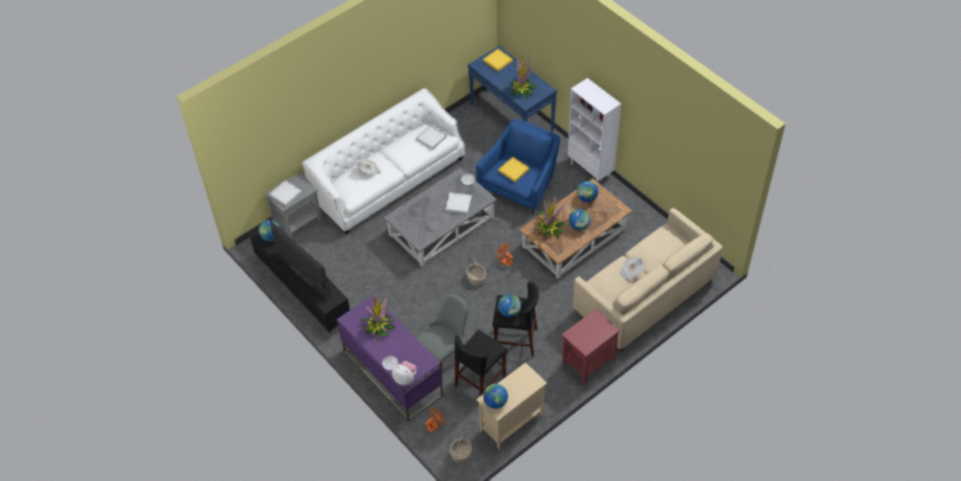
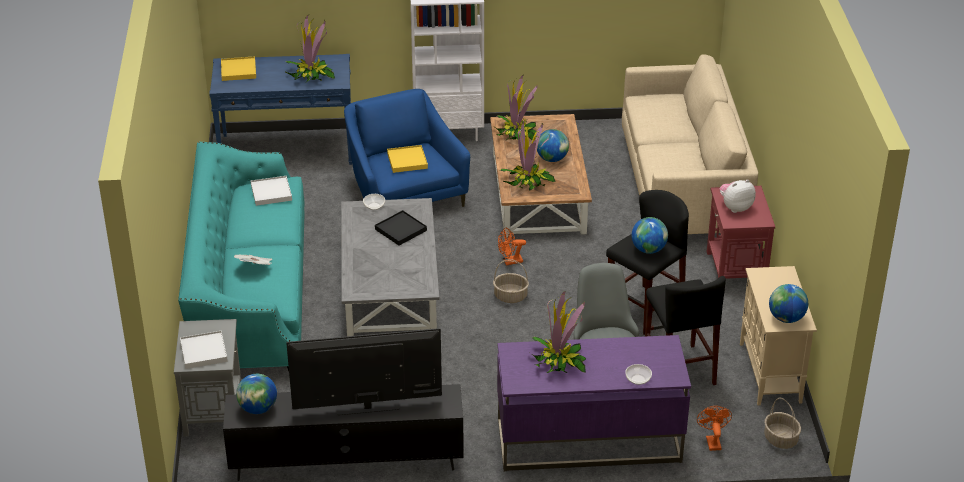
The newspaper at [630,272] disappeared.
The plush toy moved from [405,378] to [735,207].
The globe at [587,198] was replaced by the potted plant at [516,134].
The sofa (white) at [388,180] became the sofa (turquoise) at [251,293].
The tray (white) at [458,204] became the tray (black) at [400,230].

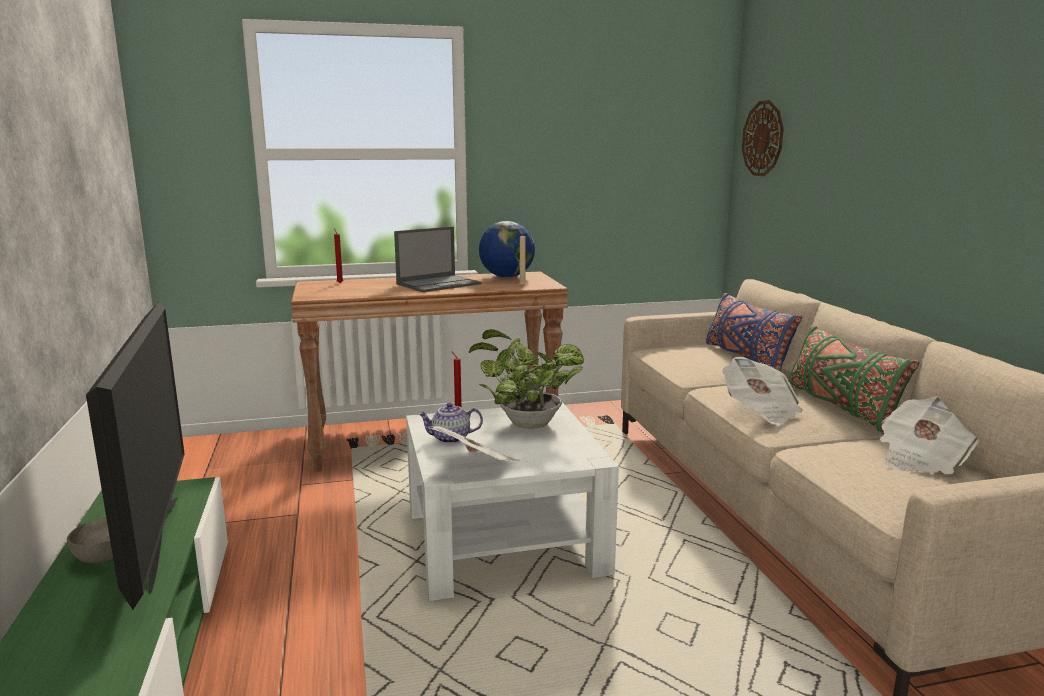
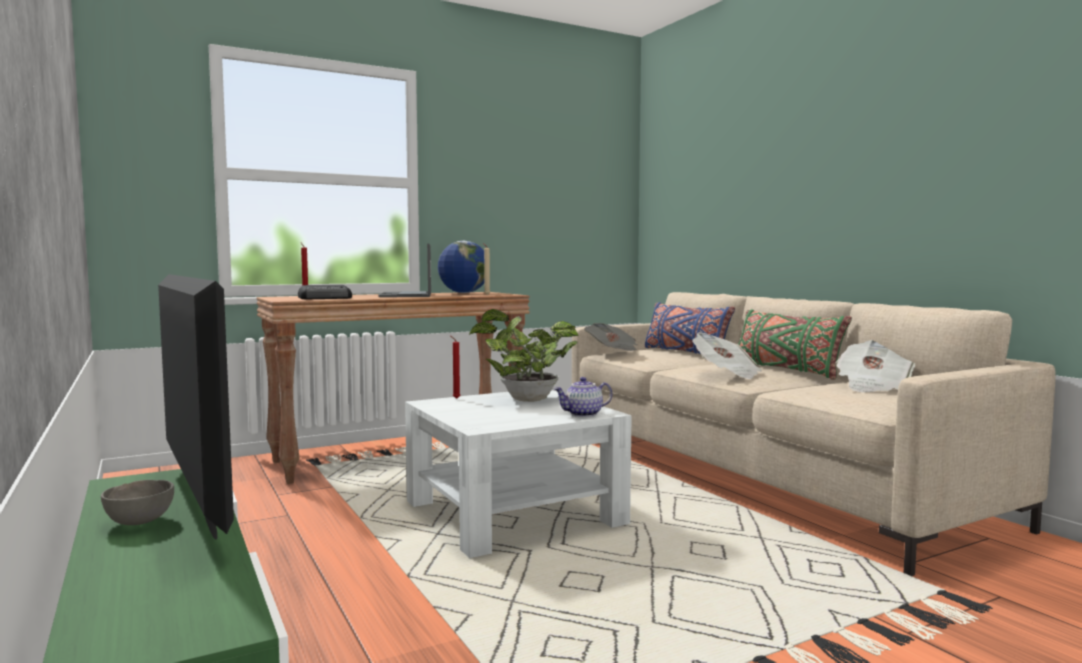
The wall clock at [763,138] disappeared.
The radio at [326,298] appeared.
The teapot moved from [450,439] to [583,414].
The newspaper moved from [476,466] to [613,352].
The laptop at [439,284] turned 135 degrees clockwise.

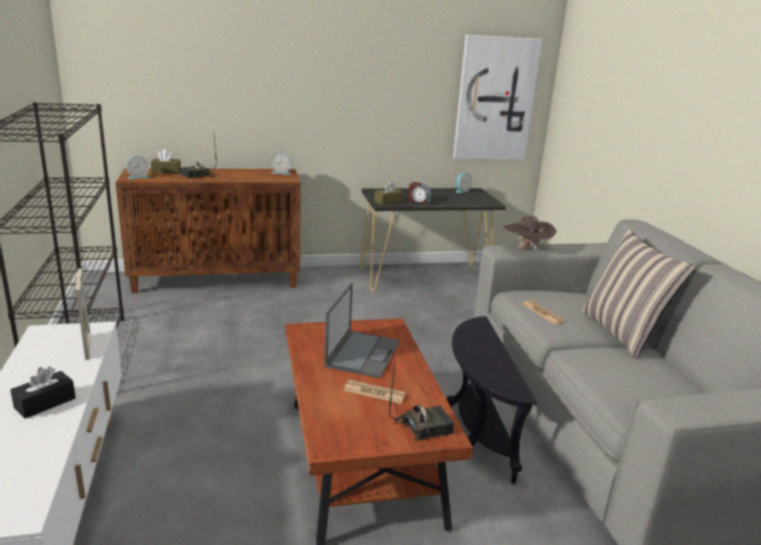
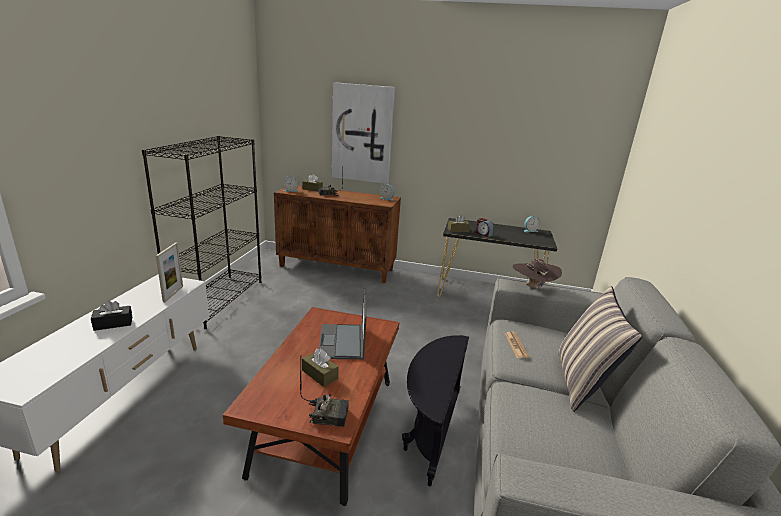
The picture moved from [495,99] to [362,134].
The newspaper at [374,392] was replaced by the tissue box (brown) at [320,374].
The laptop at [363,353] turned 135 degrees clockwise.

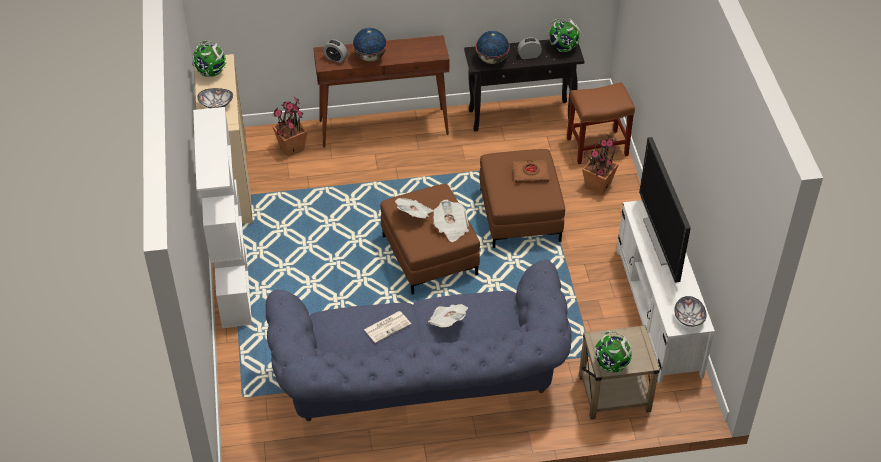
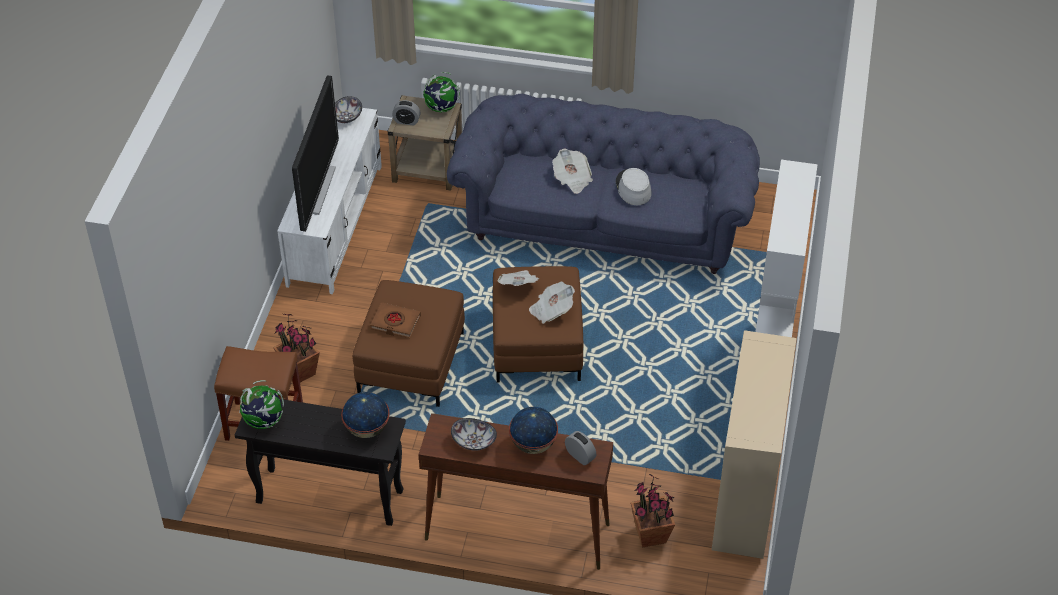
The globe at [211,72] disappeared.
The bowl moved from [216,105] to [474,441].
The alarm clock moved from [529,56] to [406,121].
The newspaper at [387,326] was replaced by the hat (grey) at [633,188].

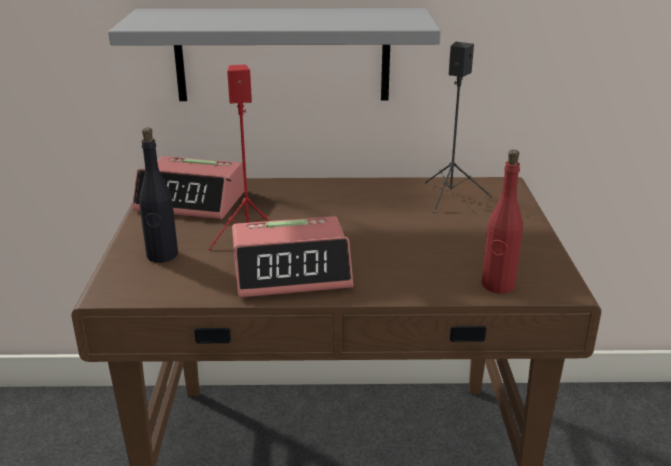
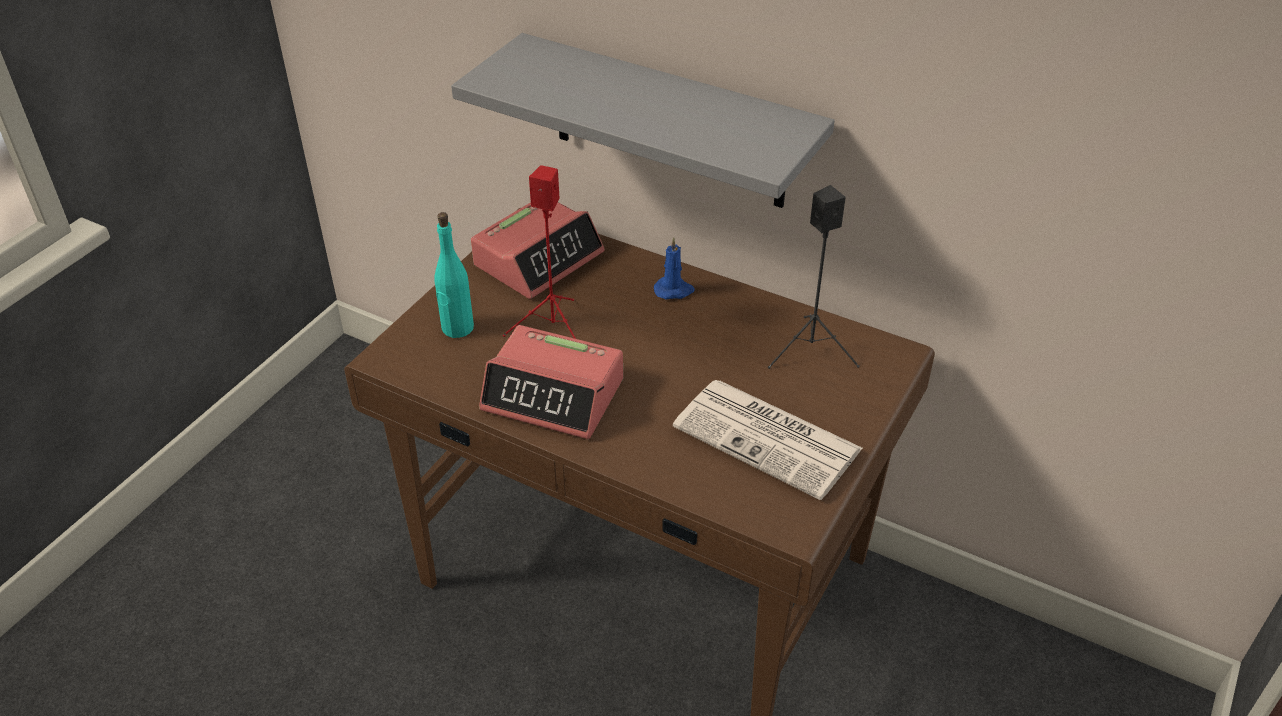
The bottle (red) at [498,285] disappeared.
The candle (blue) at [674,290] appeared.
The newspaper at [770,439] appeared.
The bottle (black) at [162,255] became the bottle (turquoise) at [457,328].
The alarm clock at [192,201] turned 90 degrees counterclockwise.

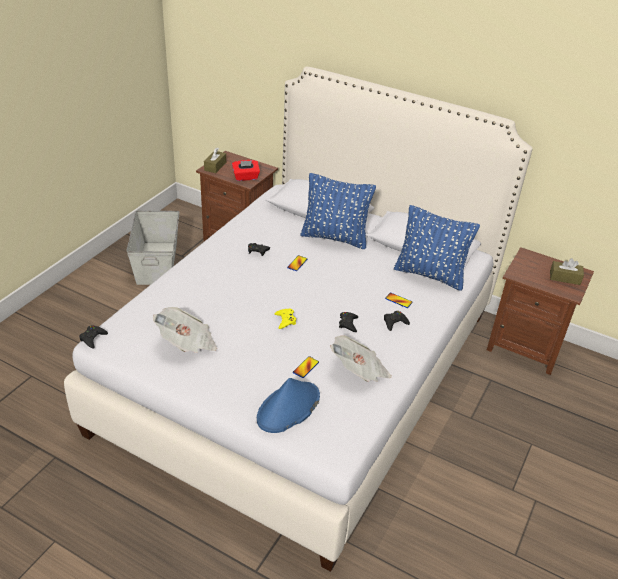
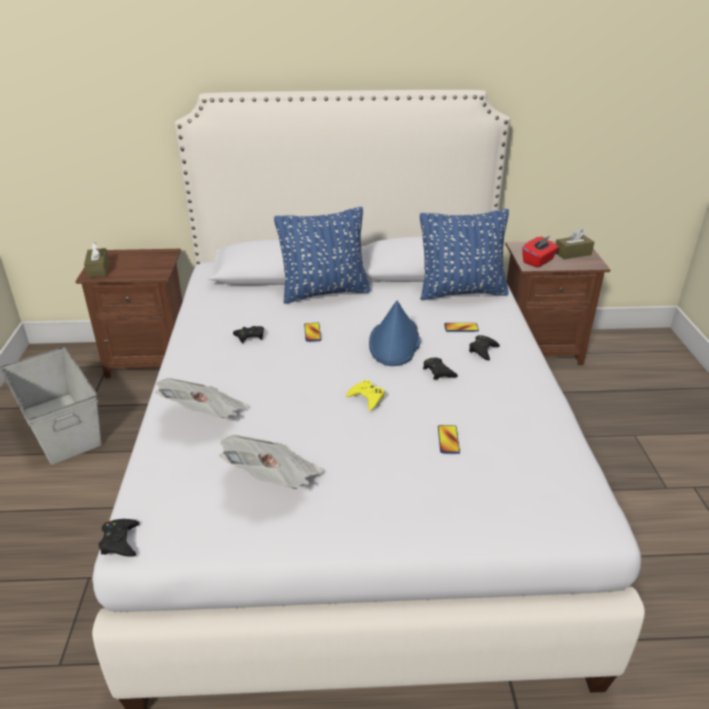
The tissue box (red) moved from [246,177] to [538,261].
The hat (blue) moved from [288,408] to [394,342].
The newspaper moved from [359,371] to [206,416].

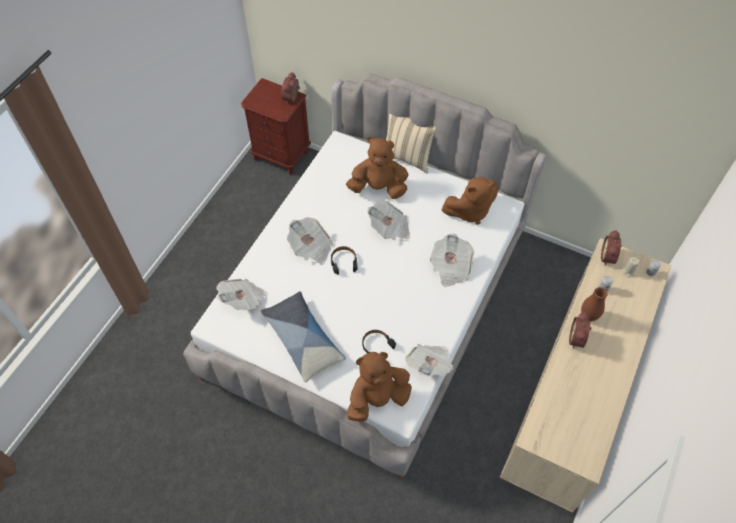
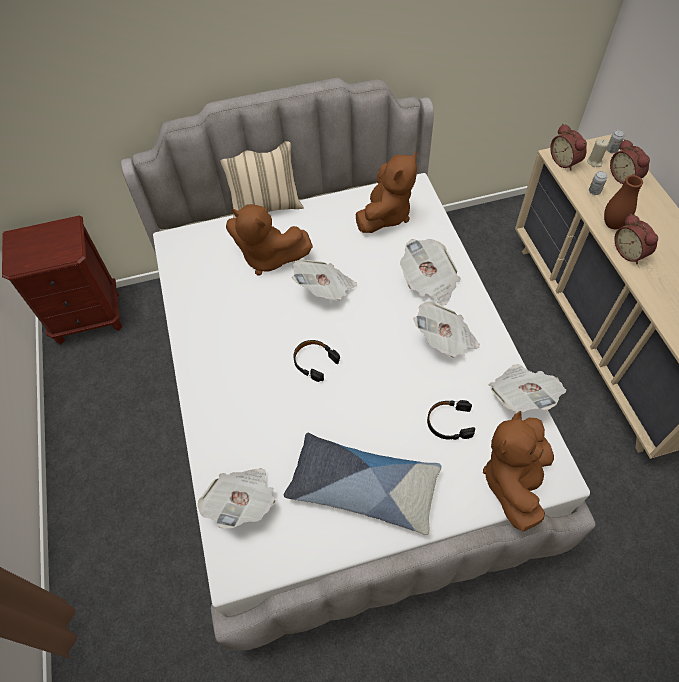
The alarm clock moved from [292,98] to [624,177].
The newspaper moved from [311,248] to [445,340].
The plush toy (brown) at [378,188] turned 120 degrees counterclockwise.

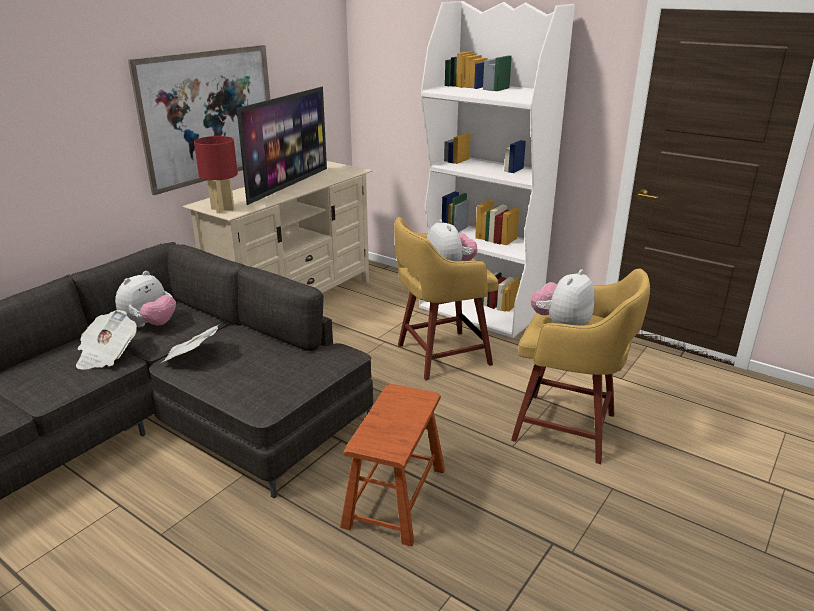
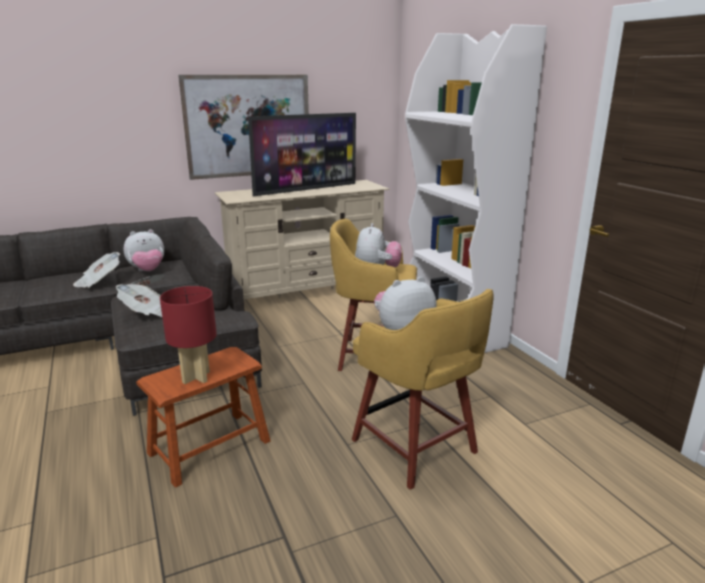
The newspaper at [147,314] appeared.
The table lamp (red) moved from [222,209] to [195,377].

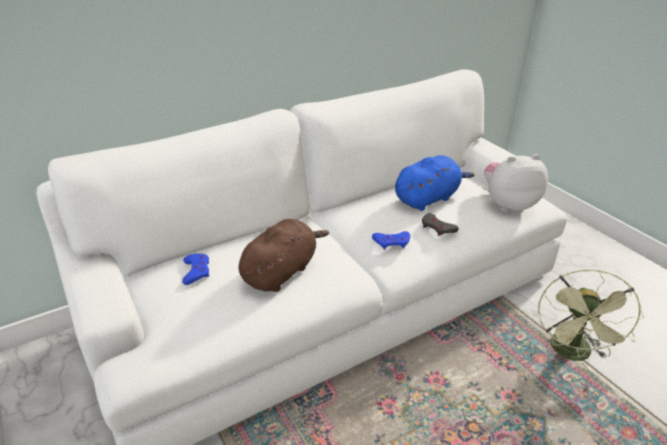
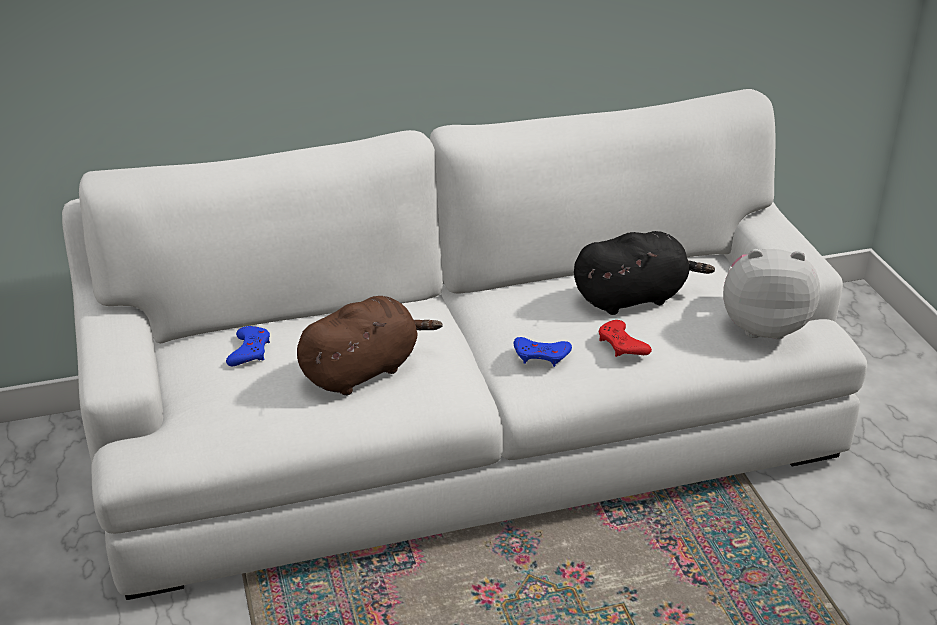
The fan (green) at [573,354] disappeared.
The plush toy (blue) at [428,198] became the plush toy (black) at [633,297].
The game controller (grey) at [437,228] became the game controller (red) at [622,344].

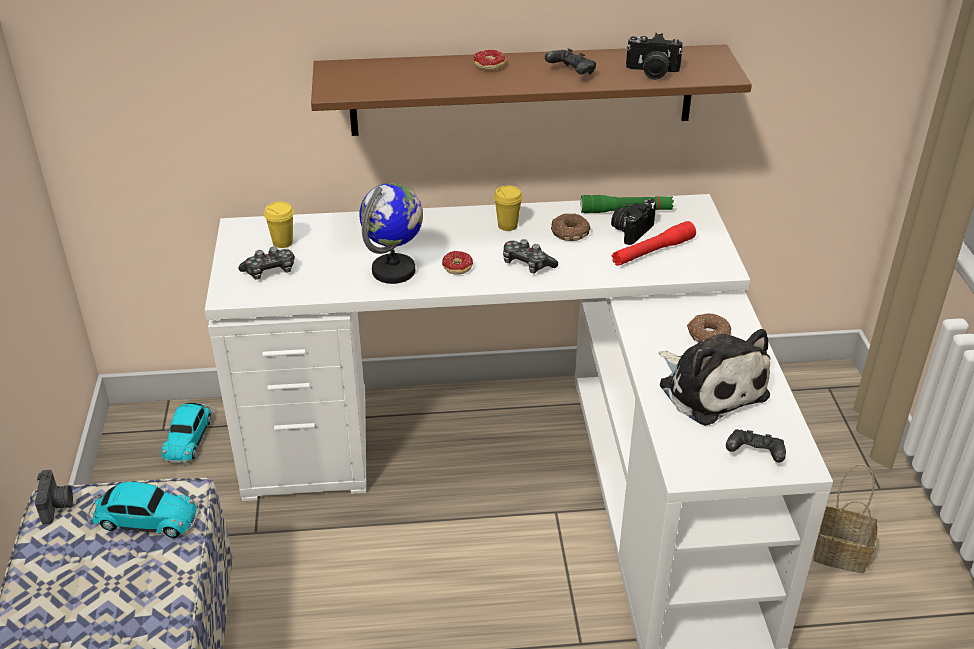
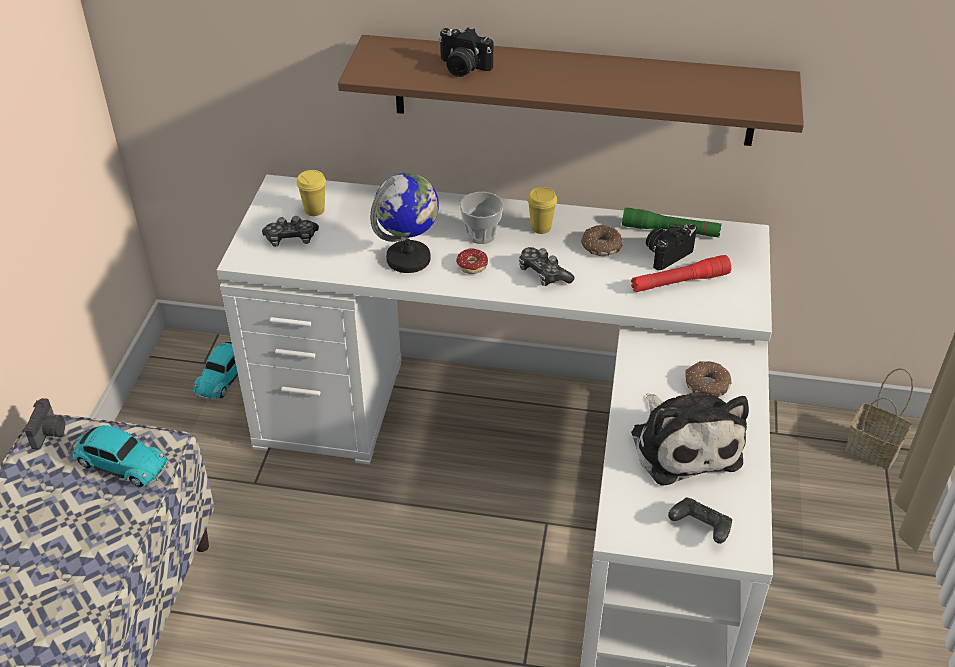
The donut at [486,68] disappeared.
The game controller (black) at [571,73] disappeared.
The cup at [481,235] appeared.
The photo camera moved from [652,72] to [462,68].
The basket moved from [842,553] to [874,449].

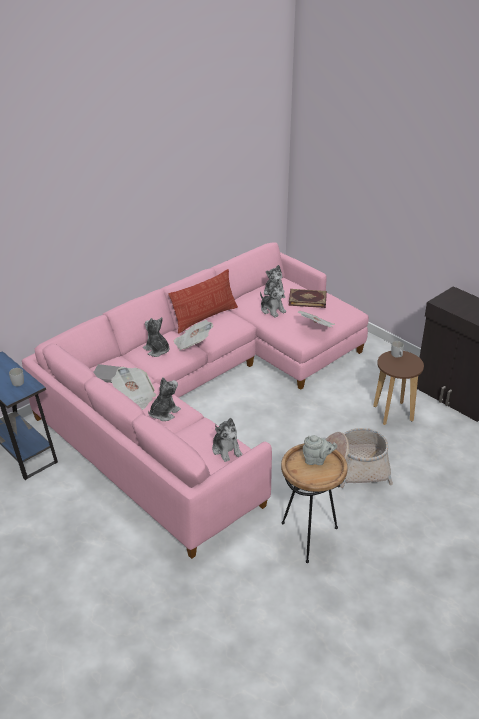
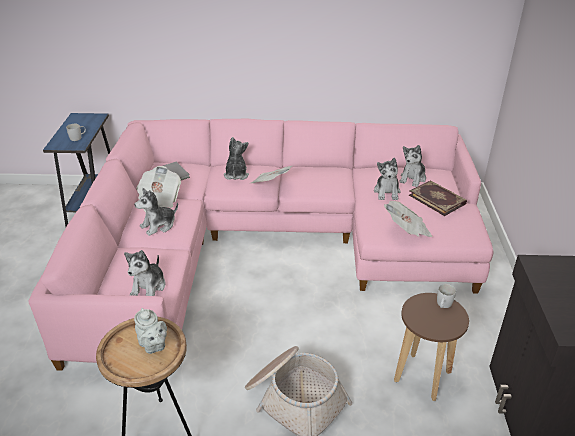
The pillow at [205,317] disappeared.
The plush toy at [164,413] turned 150 degrees clockwise.

